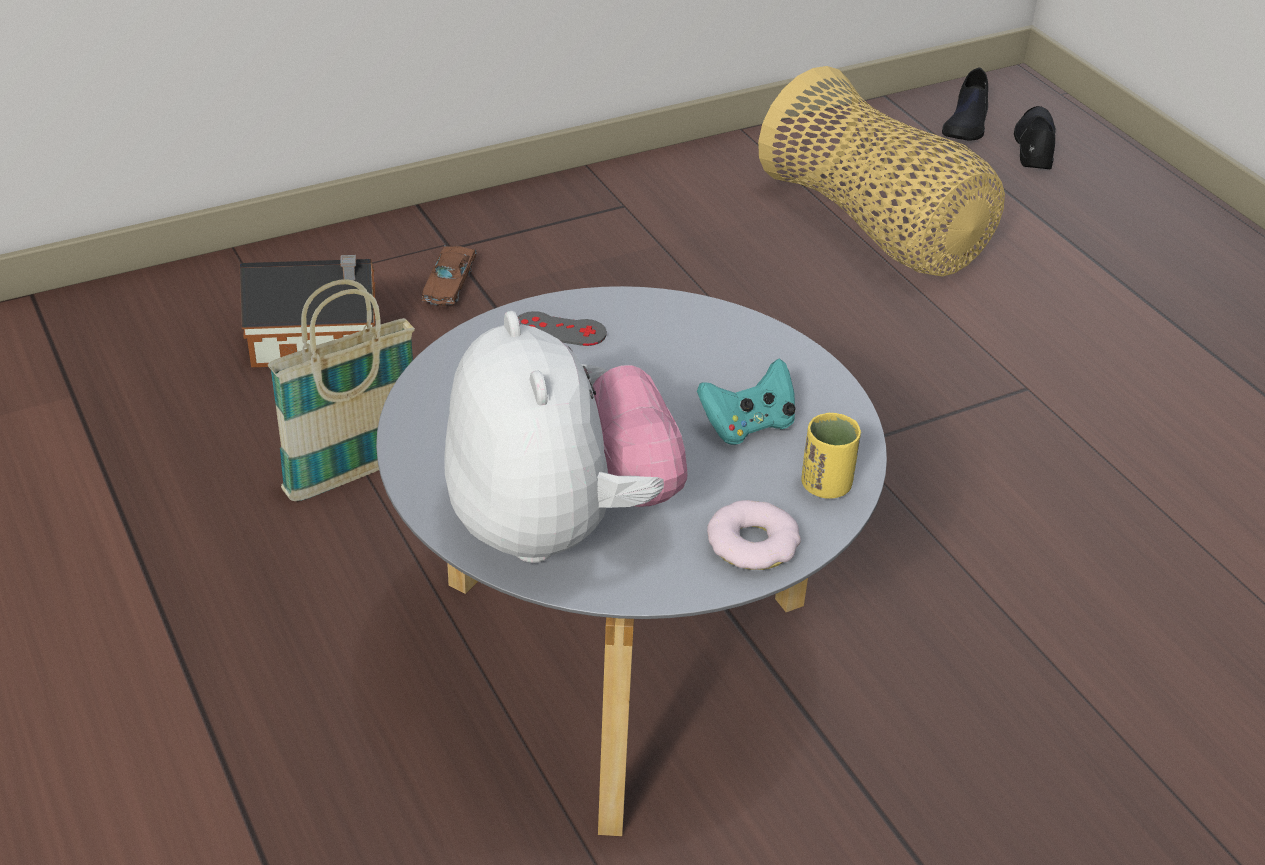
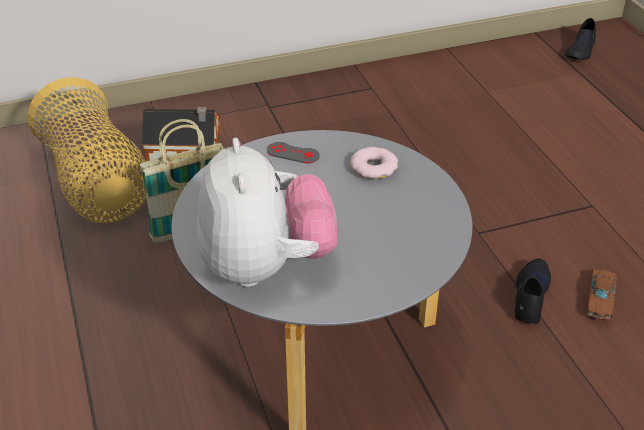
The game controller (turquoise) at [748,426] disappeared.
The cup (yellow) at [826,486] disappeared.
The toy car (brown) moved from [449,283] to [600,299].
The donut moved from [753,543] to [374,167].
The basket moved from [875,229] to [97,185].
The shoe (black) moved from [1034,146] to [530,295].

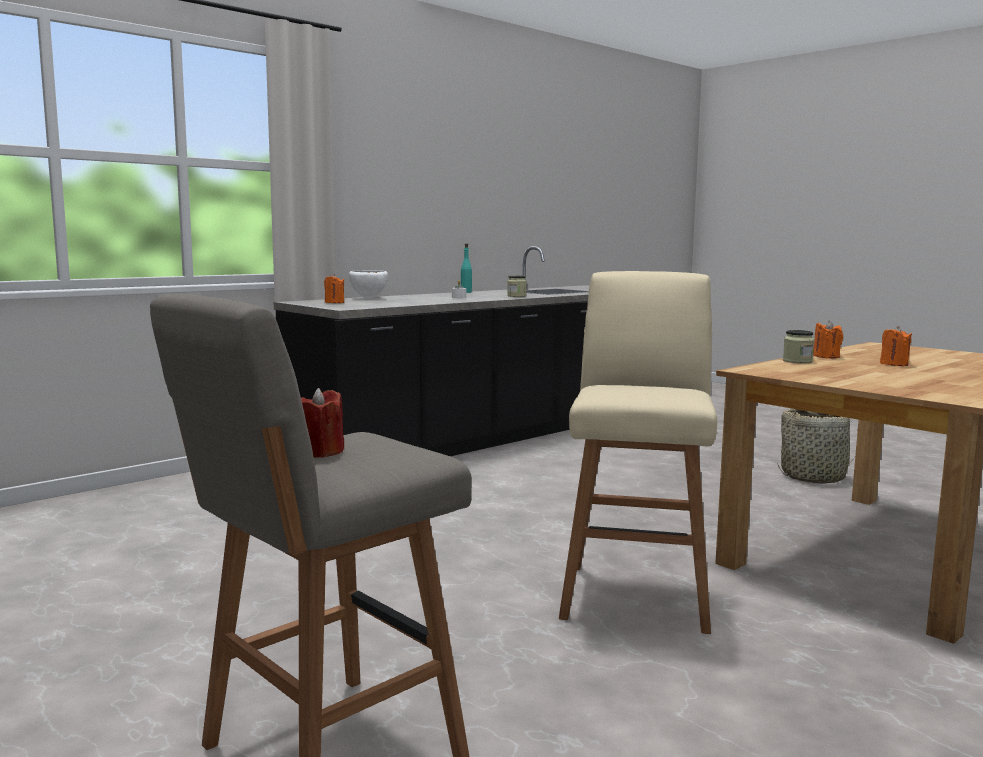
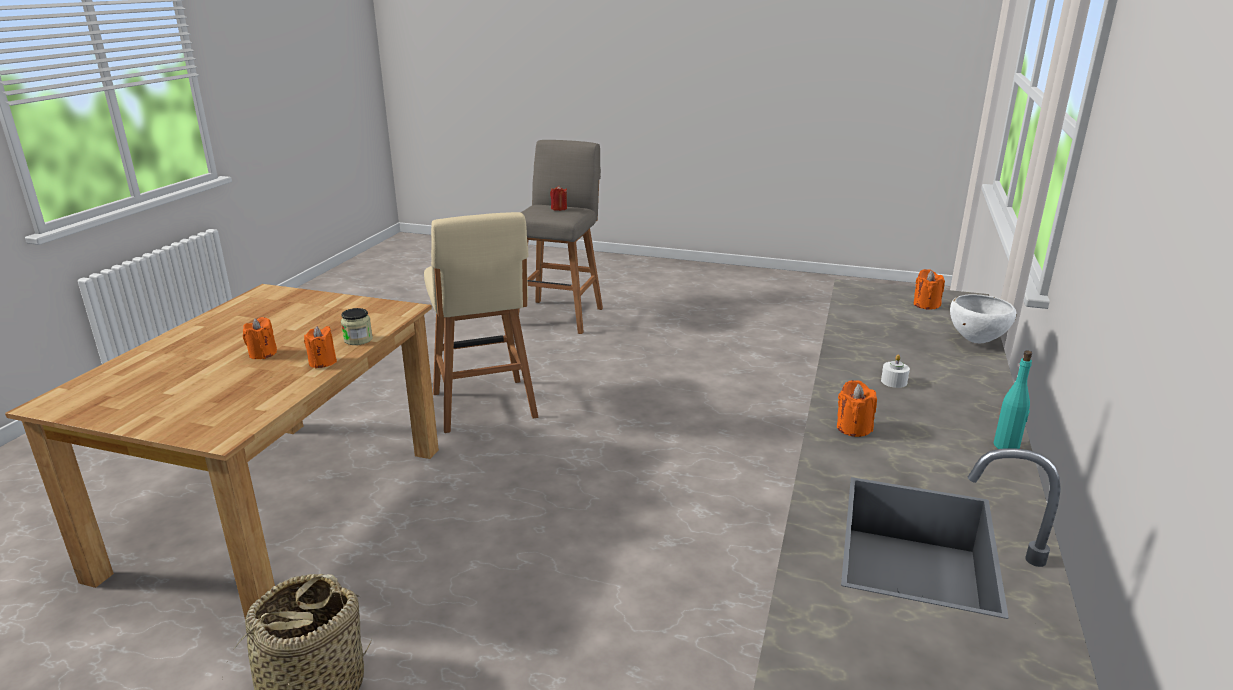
The jar at [516,296] was replaced by the candle (orange) at [853,428].

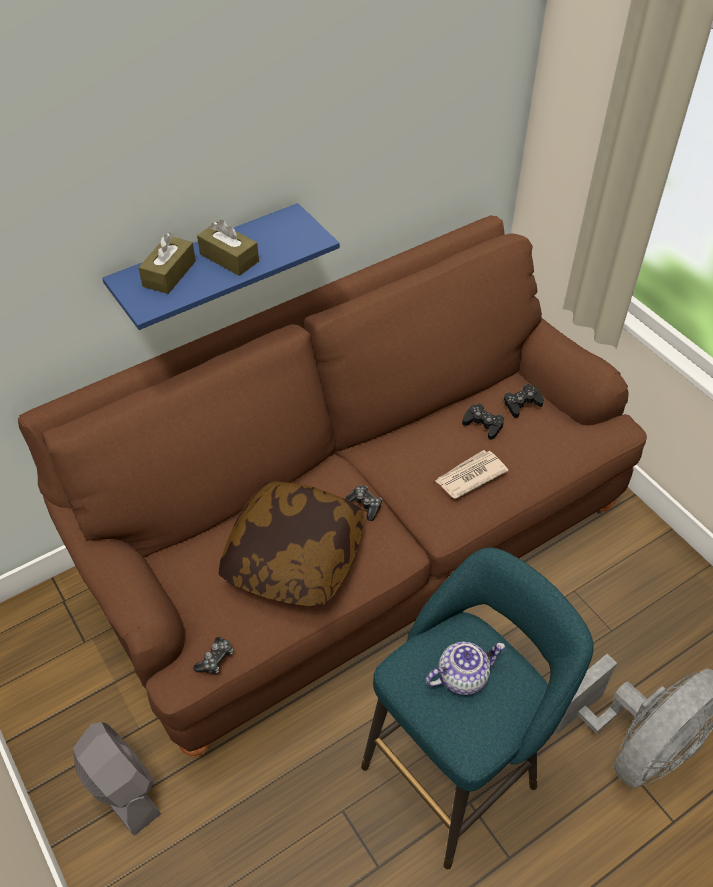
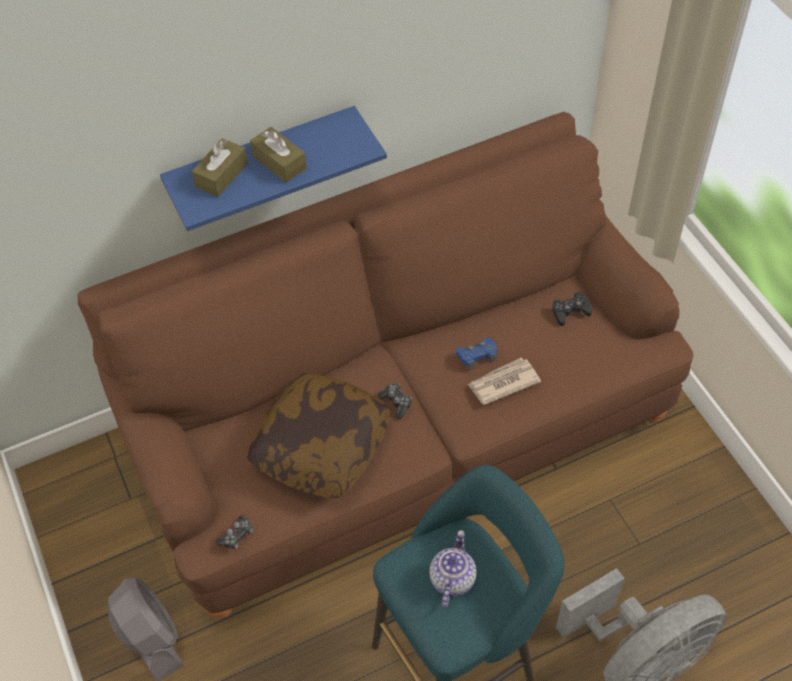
The game controller (black) at [483,424] disappeared.
The game controller (blue) at [477,355] appeared.
The teapot at [462,676] turned 60 degrees counterclockwise.

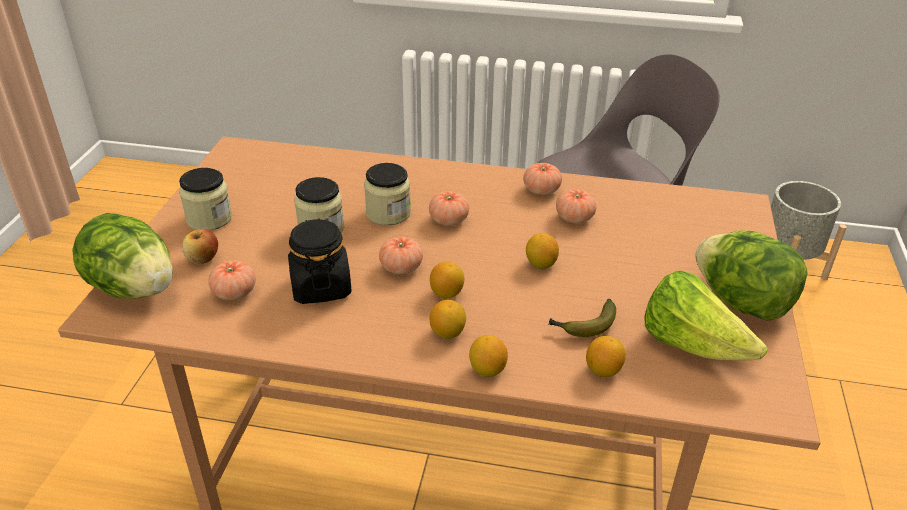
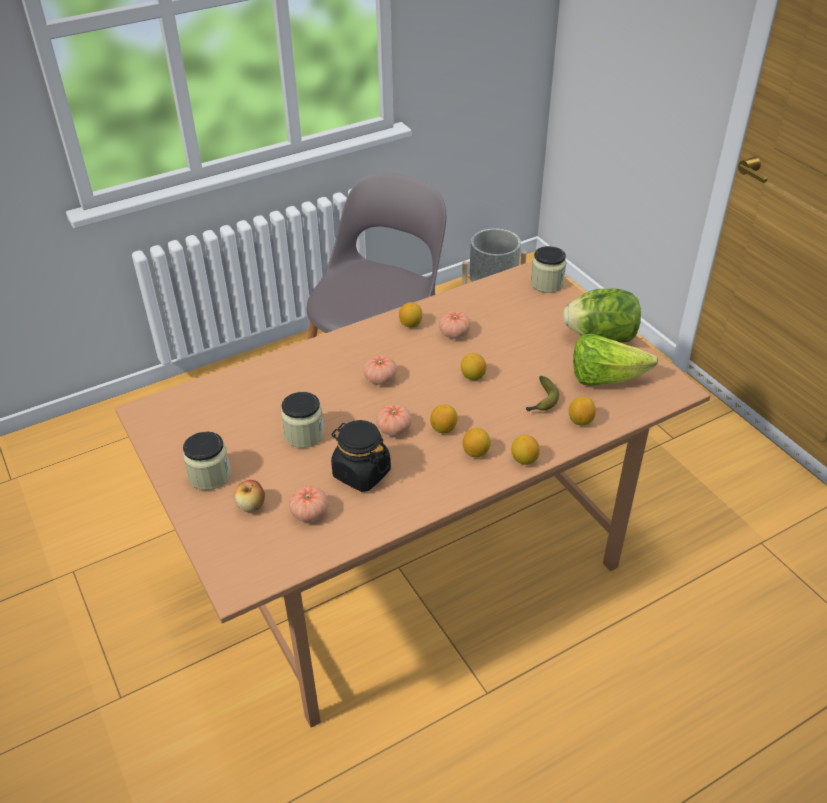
The lettuce at [134,288] disappeared.
The jar moved from [388,213] to [546,283].
The tomato at [541,190] was replaced by the lemon at [411,324].

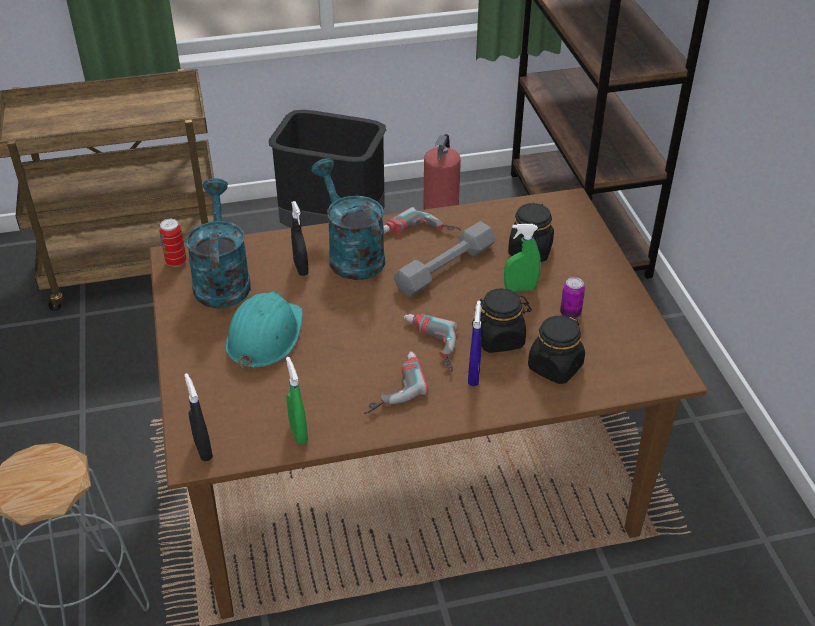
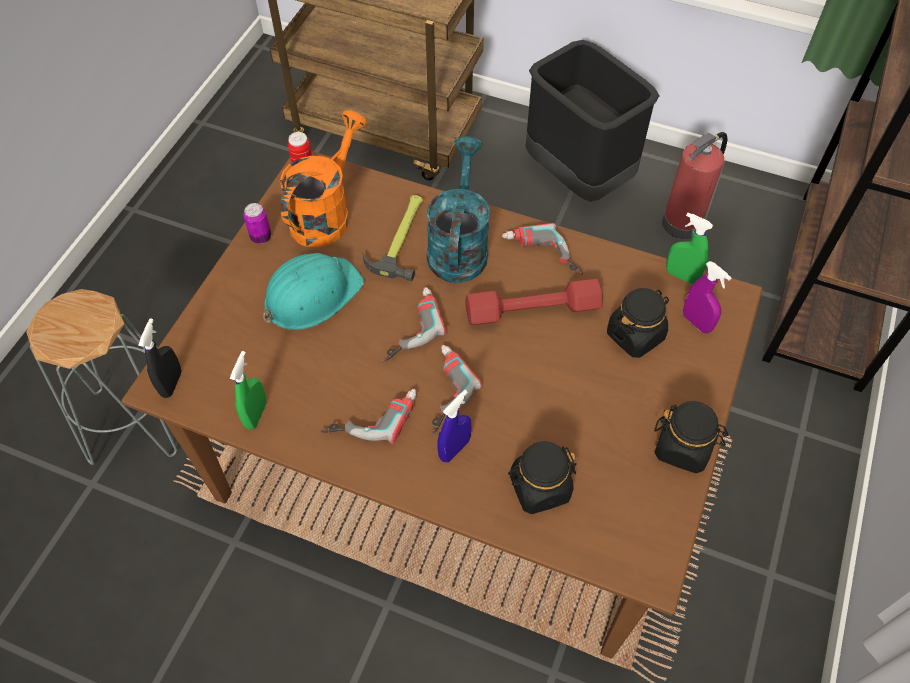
The power drill at [408,327] appeared.
The spray bottle (purple) at [696,322] appeared.
The jar (black) moved from [499,338] to [683,448].
The spray bottle (green) moved from [520,288] to [681,275].
The can moved from [570,313] to [261,237].
The spray bottle (black) at [301,268] was replaced by the hammer at [401,237].
The watering can (turquoise) at [221,279] became the watering can (orange) at [325,213].
The dumbbell (grey) at [445,267] became the dumbbell (red) at [532,309].

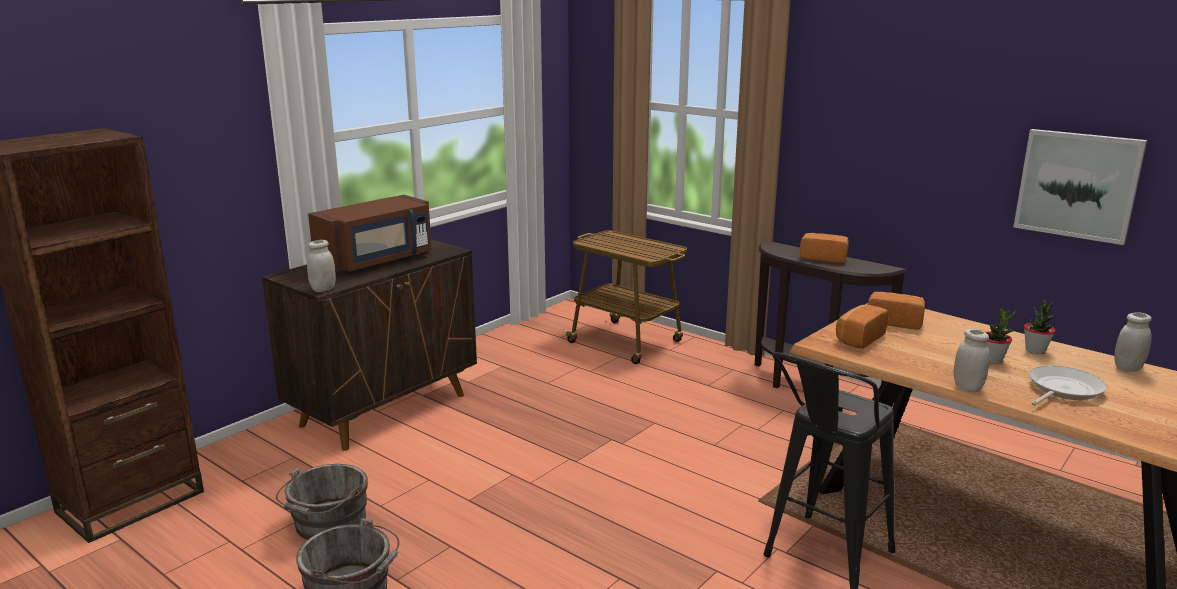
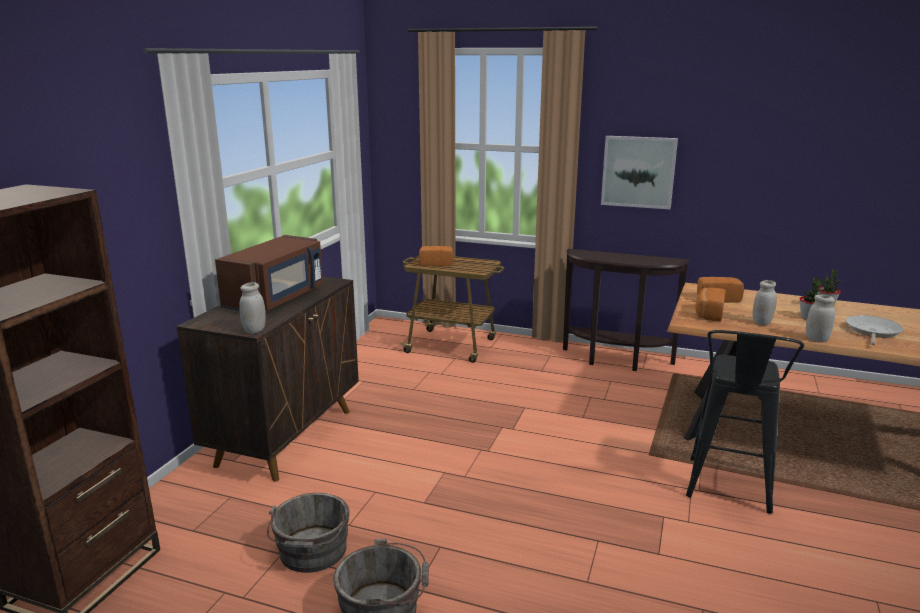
The bread moved from [823,258] to [436,264].
The picture moved from [1077,185] to [638,172].
The jar (white) moved from [1128,368] to [762,322].

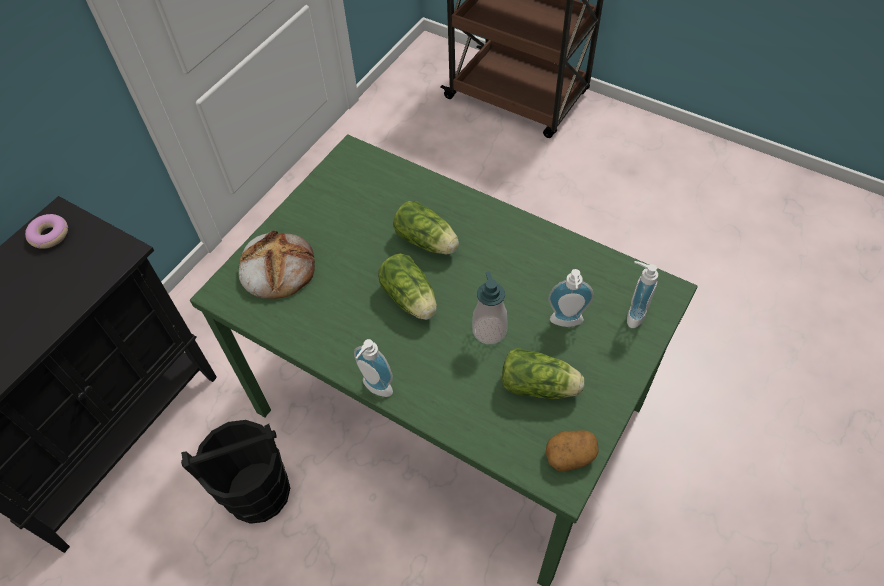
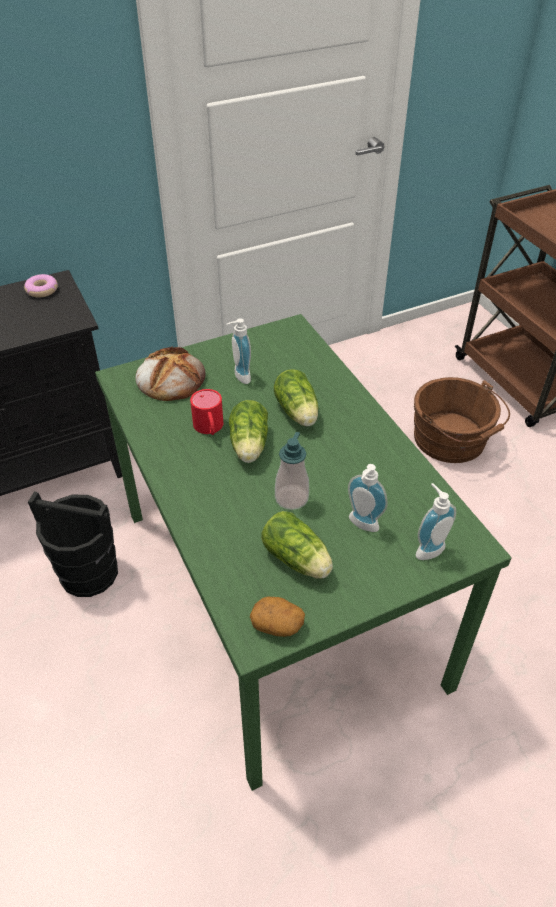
The mug (red) at [209,428] appeared.
The bucket (brown) at [452,440] appeared.
The soap dispenser moved from [375,389] to [239,376].

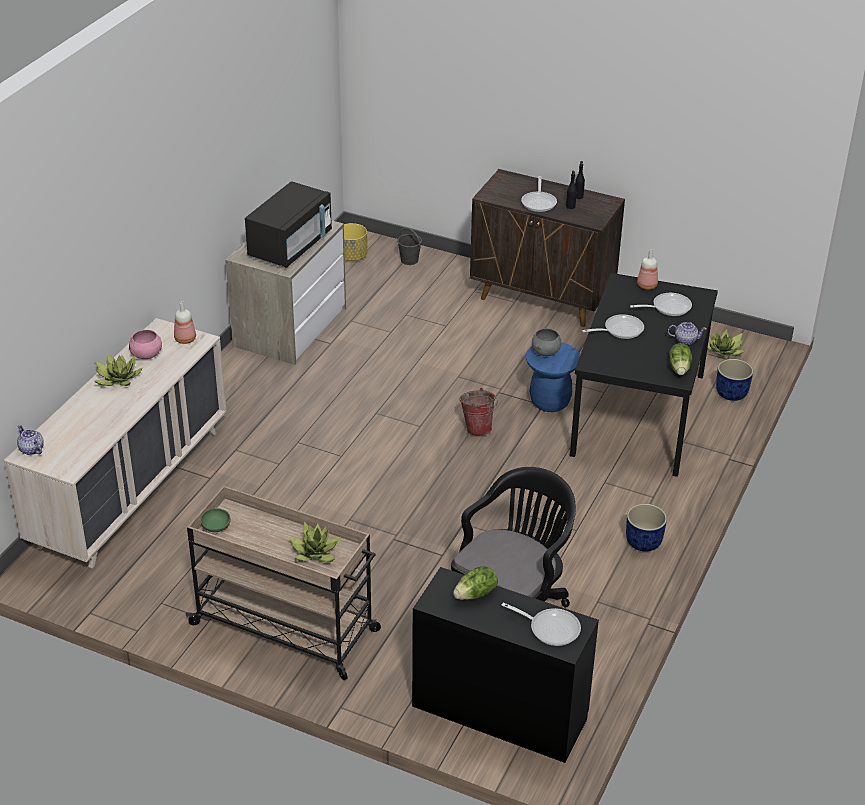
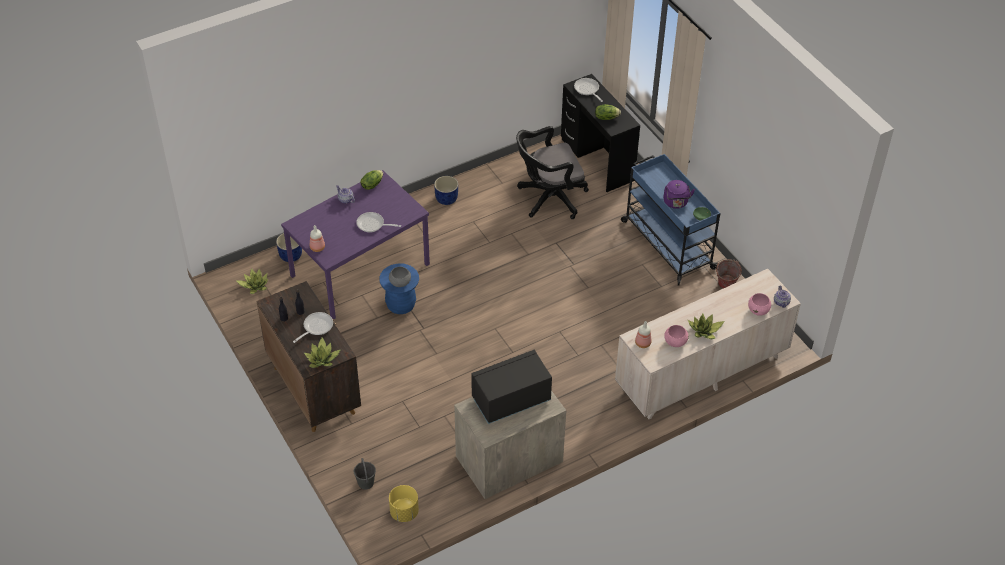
The frying pan at [668,307] disappeared.
The kettle (purple) at [676,203] appeared.
The bowl (pink) at [758,310] appeared.
The potted plant moved from [316,553] to [322,359].
The bucket moved from [478,427] to [725,286].
The cart (beige) at [287,628] became the cart (blue) at [667,244].
The dining table (black) at [637,413] became the dining table (purple) at [360,271].

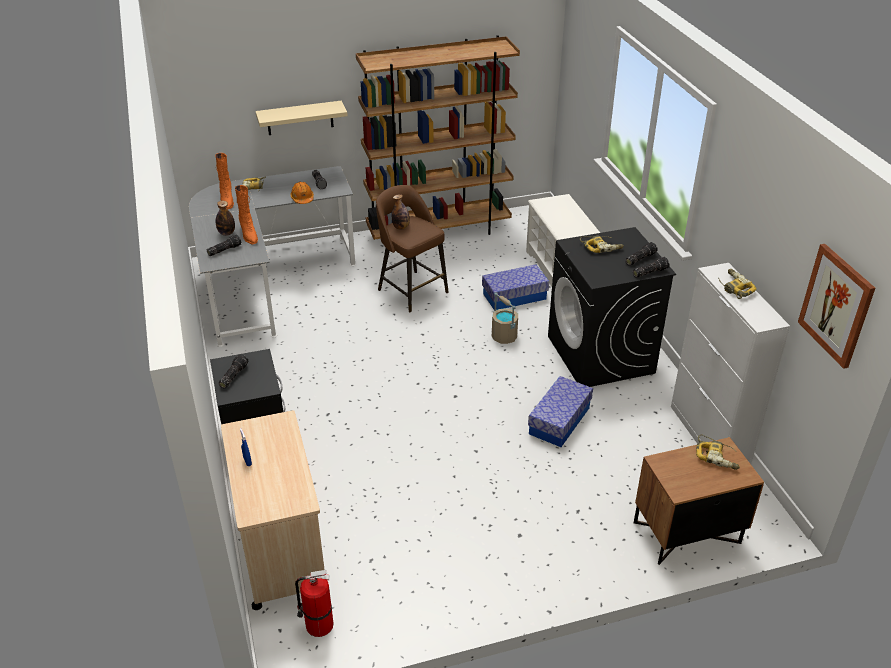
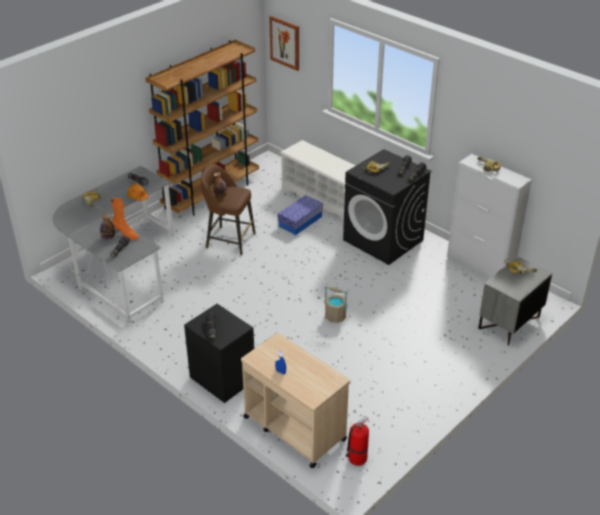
The boot (orange) at [227,200] disappeared.
The shelf (beige) at [300,118] disappeared.
The storage box at [559,421] disappeared.
The bucket (beige) moved from [504,336] to [335,316].
The picture moved from [836,305] to [285,42].
The nightstand (brown) at [687,534] became the nightstand (grey) at [509,323].

